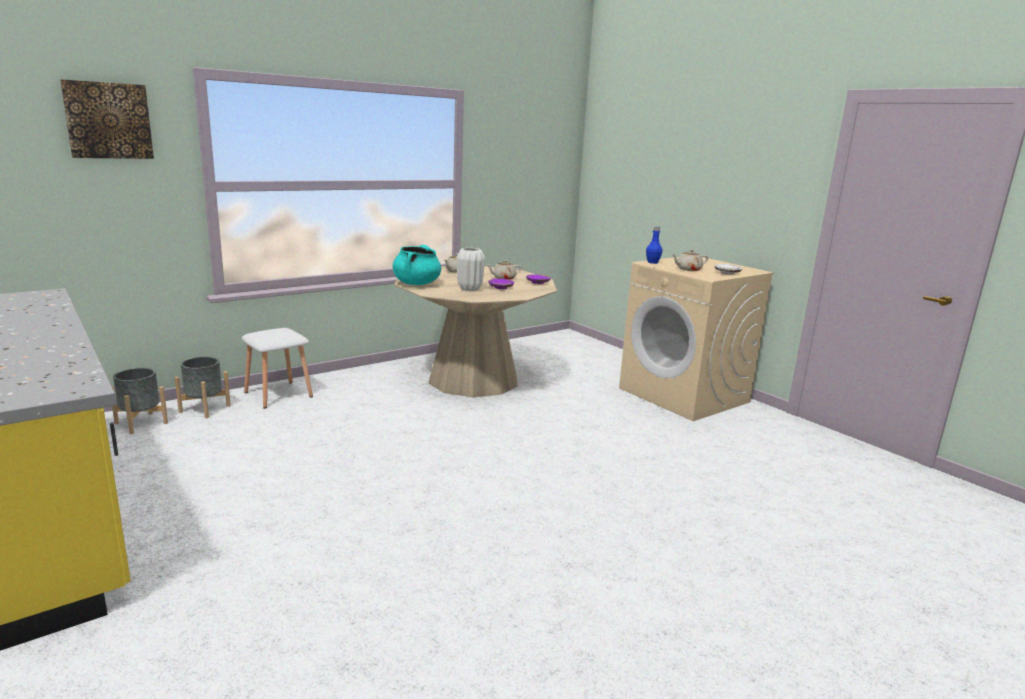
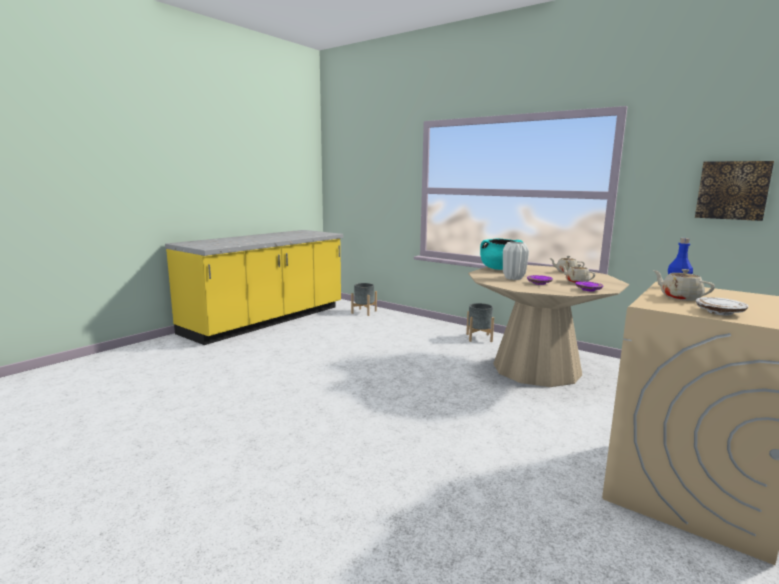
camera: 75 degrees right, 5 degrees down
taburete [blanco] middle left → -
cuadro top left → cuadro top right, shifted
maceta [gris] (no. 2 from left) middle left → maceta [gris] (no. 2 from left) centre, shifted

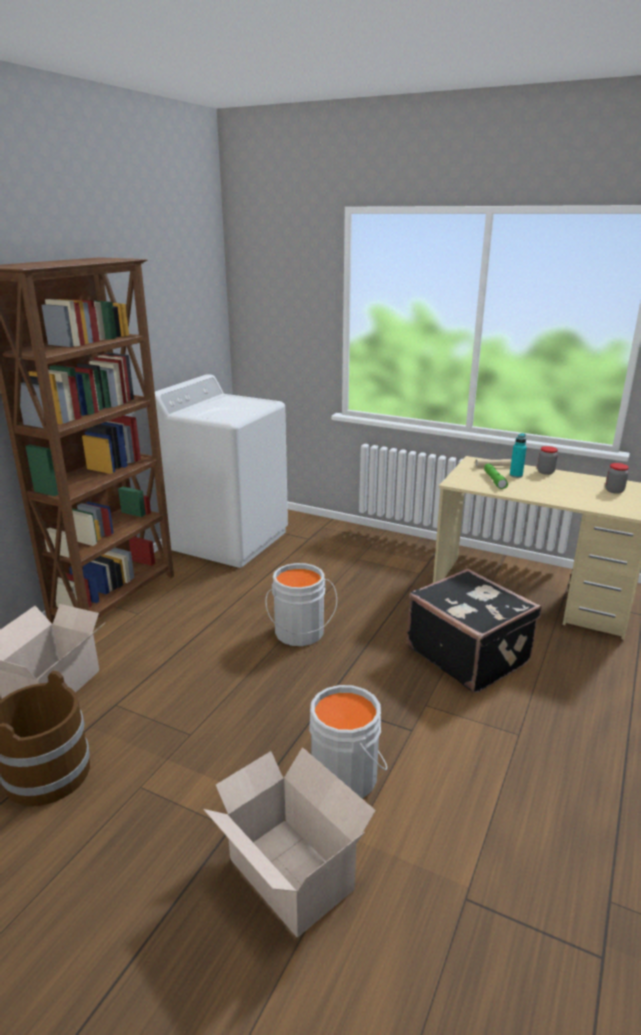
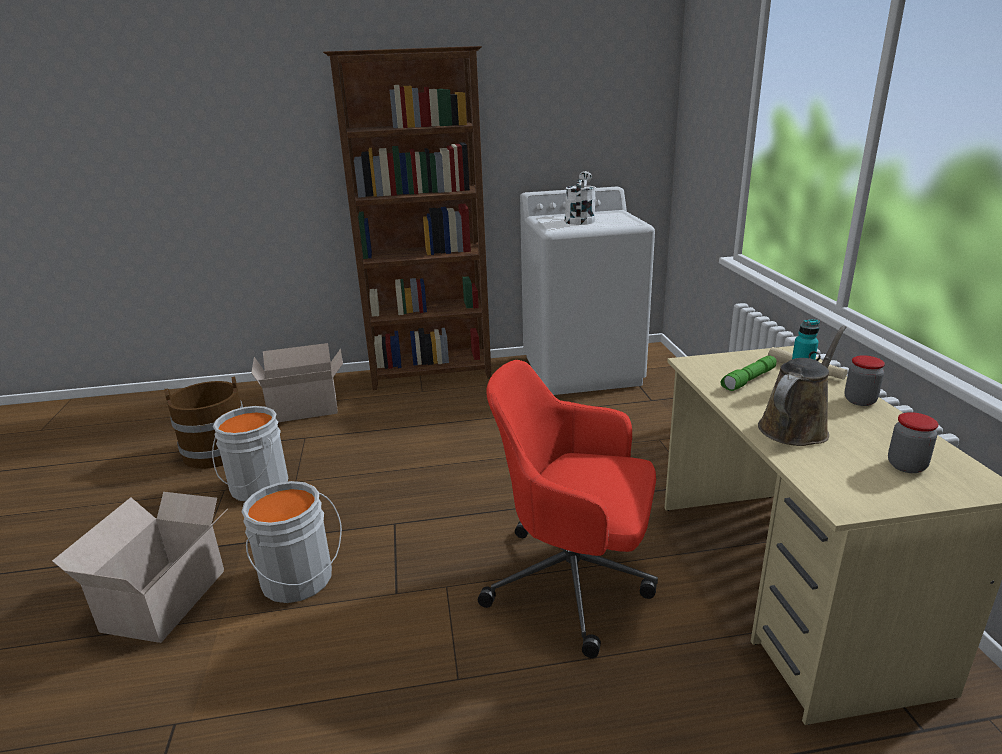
camera: 55 degrees right, 0 degrees up
- → regadera [blanco] top centre
- → regadera [marrón] middle right
cubo [gris] (no. 1 from left) centre → cubo [gris] (no. 1 from left) middle left, shifted
maleta [negro] middle right → silla de oficina [rojo] bottom centre

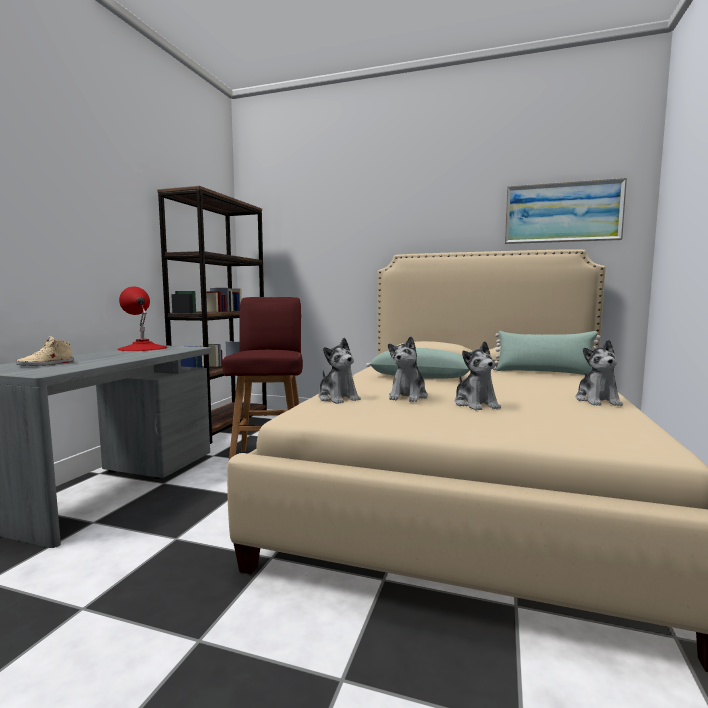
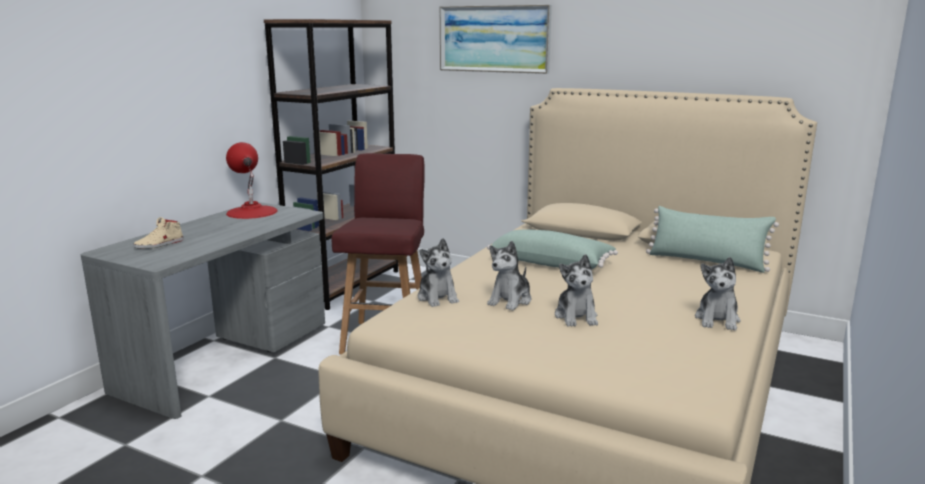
camera: 10 degrees right, 10 degrees up
cuadro top right → cuadro top centre, shifted

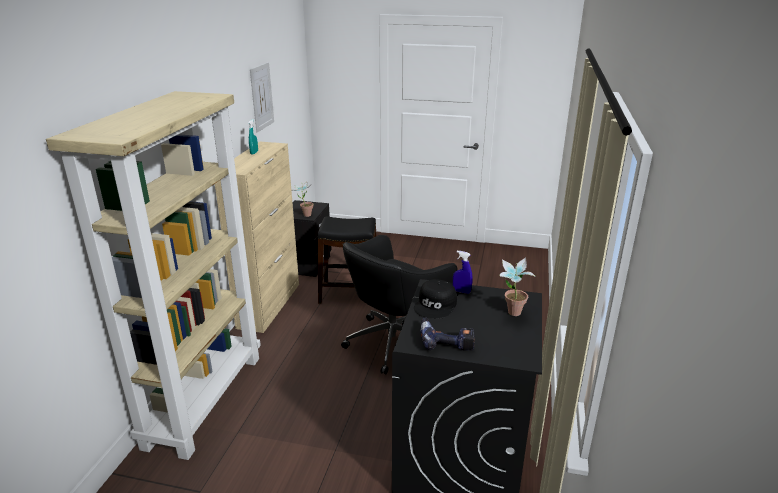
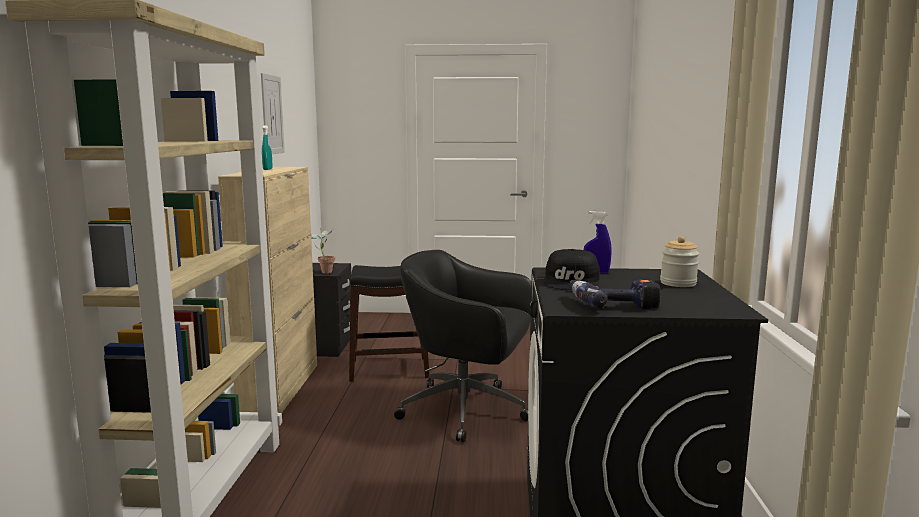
camera: 10 degrees left, 15 degrees down
planta en maceta (no. 2 from left) centre → tarro middle right
silla de oficina [negro] centre → silla de oficina [negro] bottom centre, 75 degrees clockwise

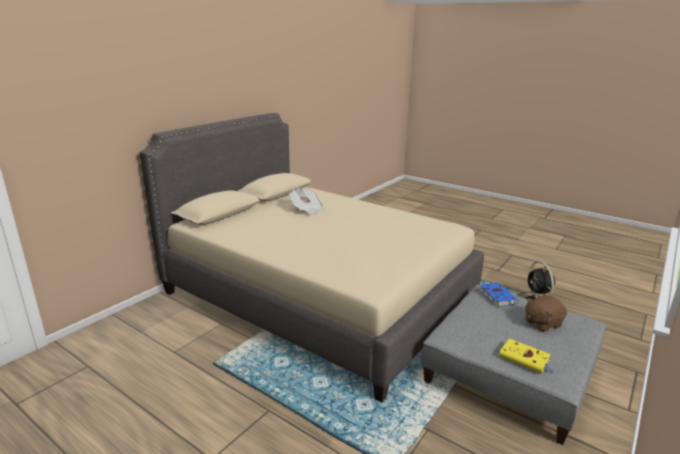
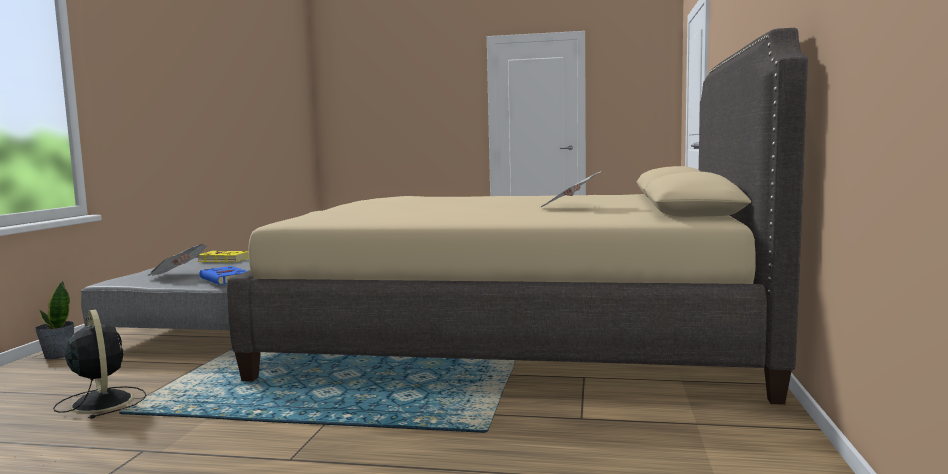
camera: 155 degrees right, 15 degrees down
- → planta en maceta bottom left
peluche [marrón] bottom right → periódico (no. 1 from left) middle left

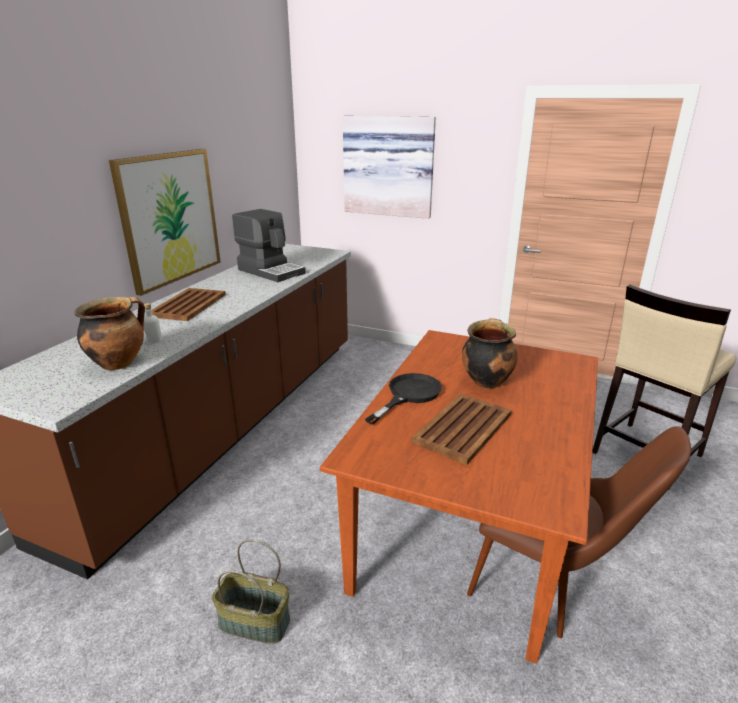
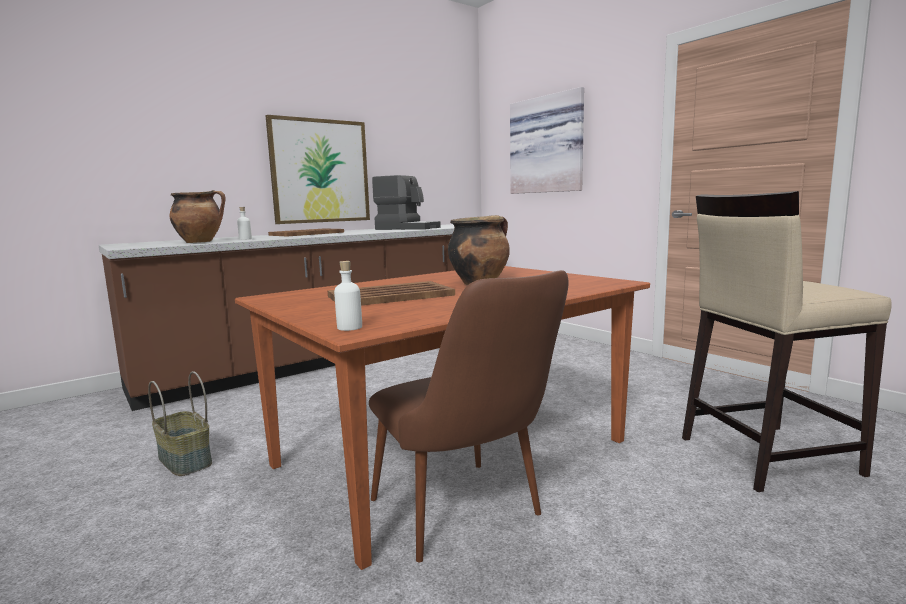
camera: 30 degrees right, 15 degrees down
sartén [negro] centre → -
- → botella [blanco] (no. 2 from left) centre
cafetera centre, 45 degrees counterclockwise

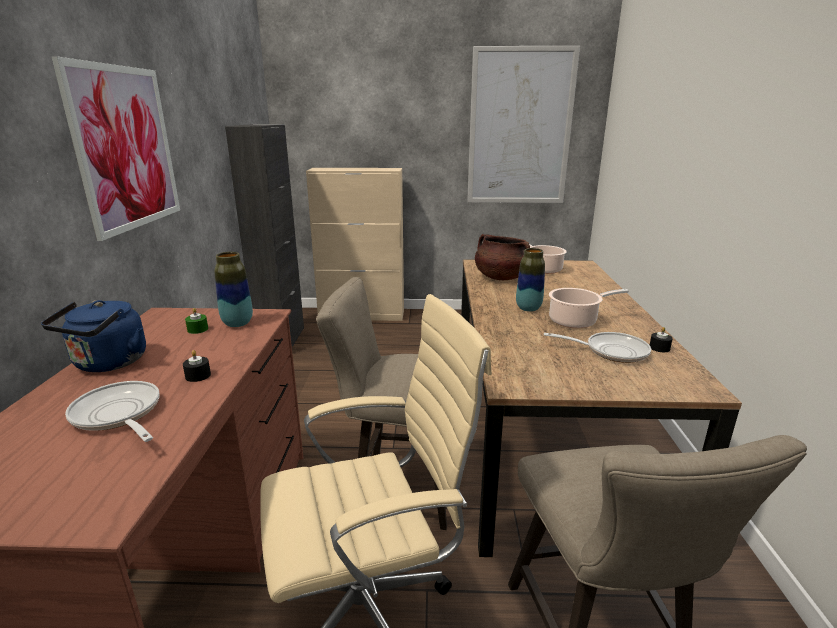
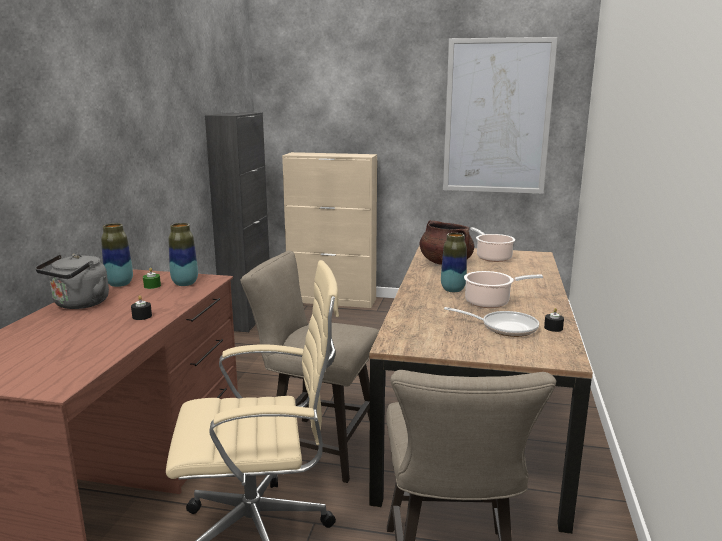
camera: 10 degrees right, 5 degrees down
cuadro (no. 1 from left) top left → -
sartén (no. 1 from left) middle left → -
- → florero (no. 1 from left) middle left
hervidor [azul] middle left → hervidor [gris] middle left

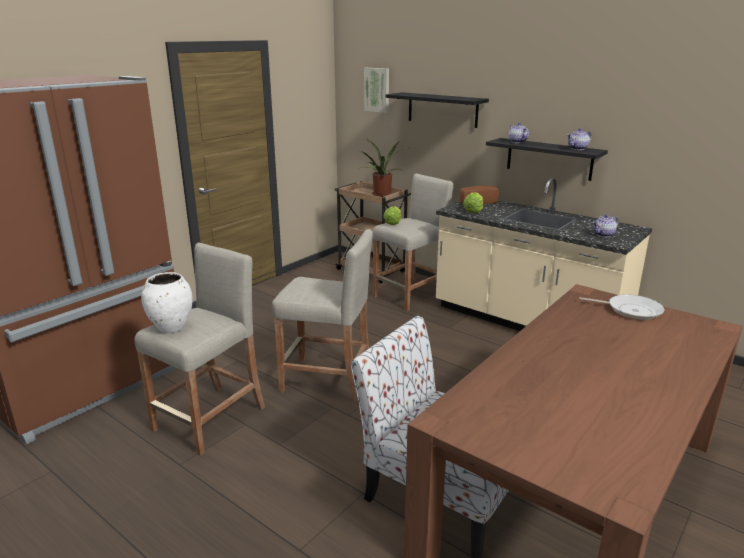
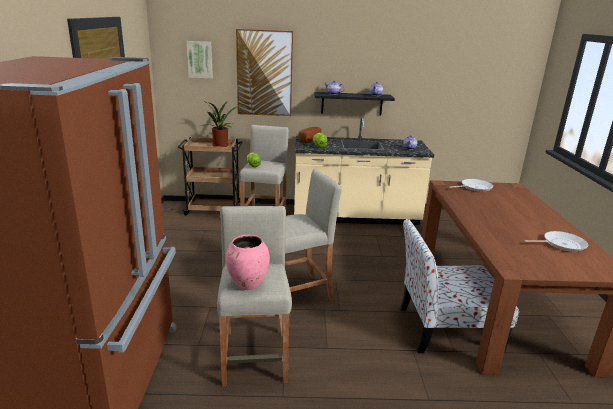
camera: 40 degrees left, 0 degrees up
- → sartén (no. 2 from left) middle right
estante [negro] (no. 1 from left) top centre → cuadro (no. 2 from left) top centre
florero [blanco] middle left → florero [rosa] centre

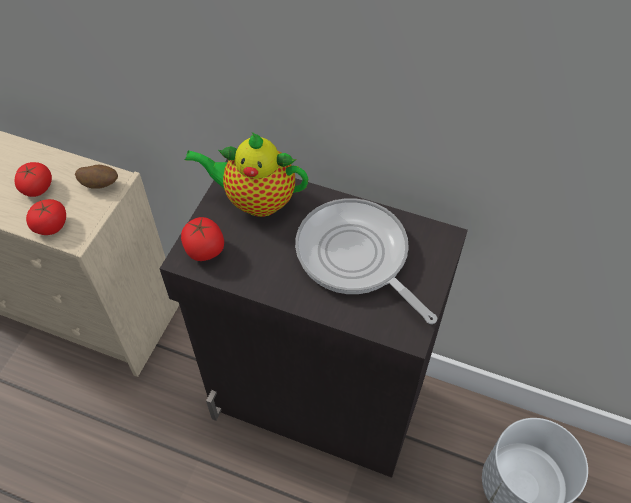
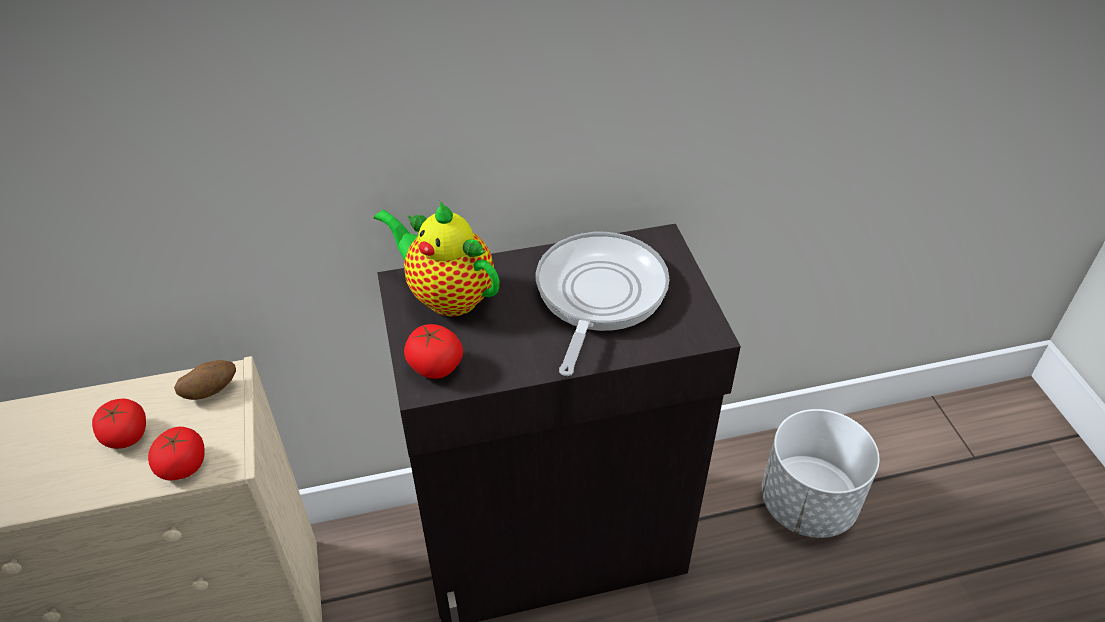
camera: 35 degrees left, 10 degrees down
tetera centre, 60 degrees clockwise
sartén centre, 90 degrees clockwise

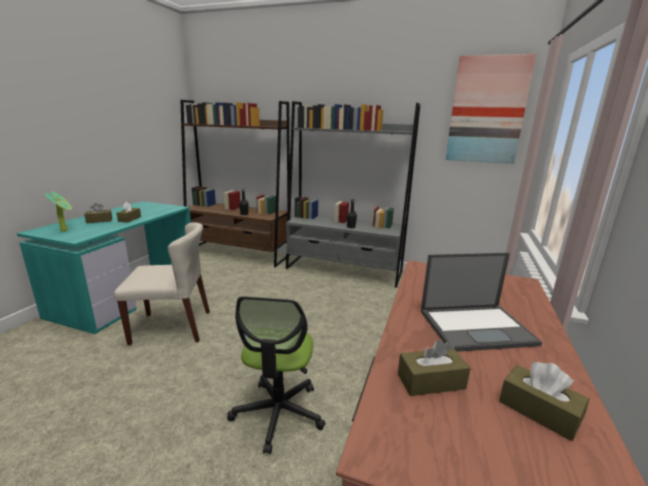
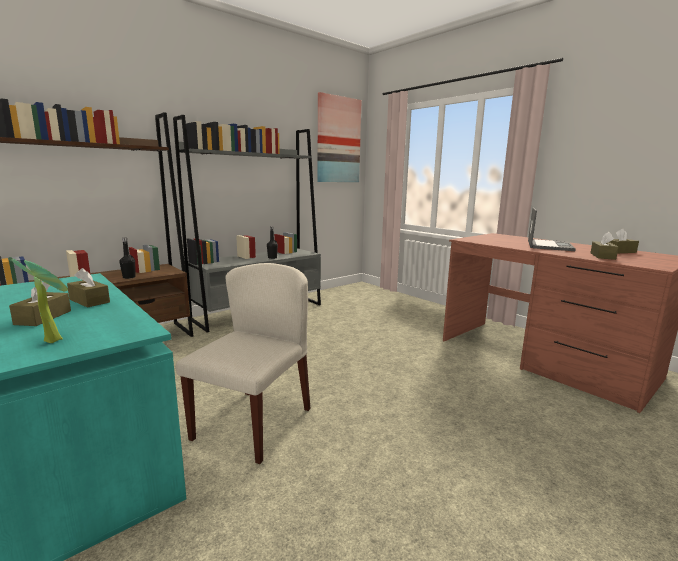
camera: 60 degrees left, 5 degrees down
silla de oficina bottom centre → -

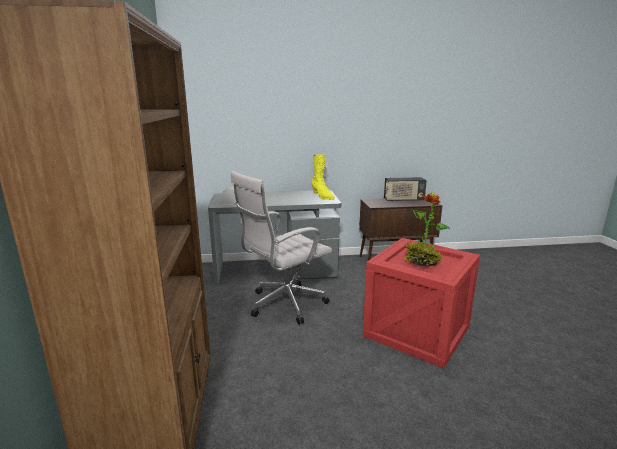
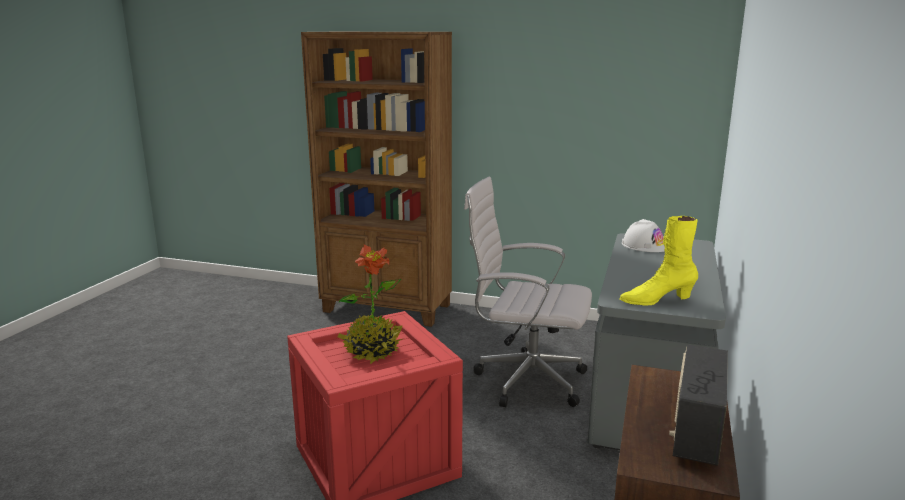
camera: 115 degrees right, 0 degrees up
silla de oficina [blanco] centre, 60 degrees counterclockwise

